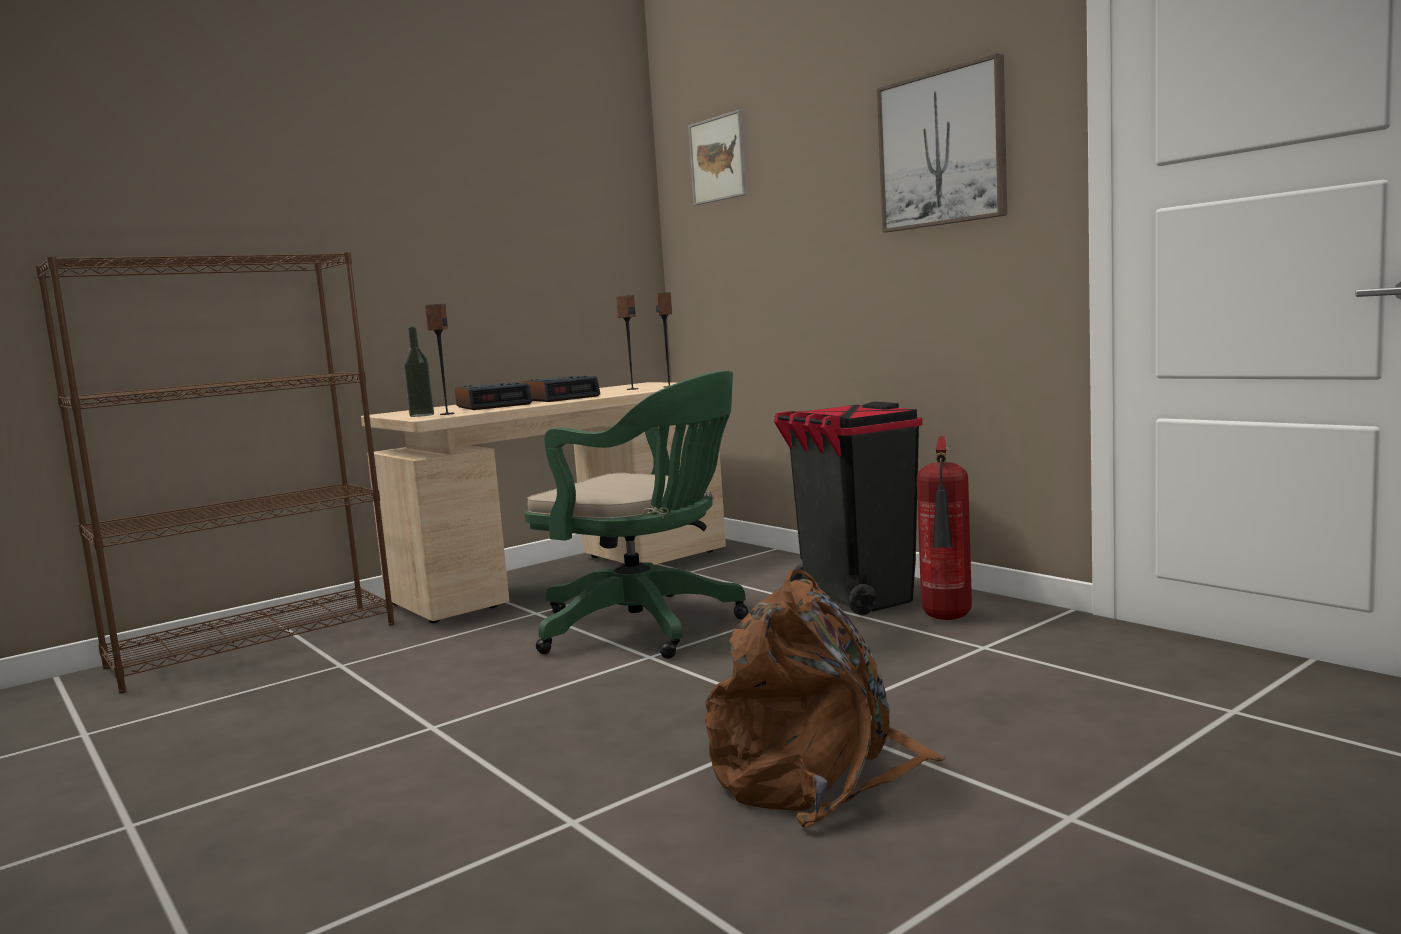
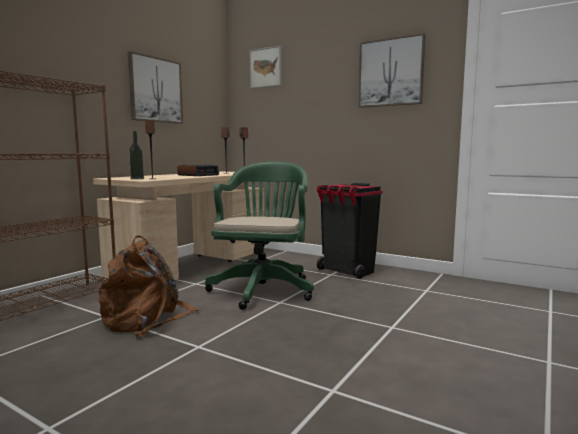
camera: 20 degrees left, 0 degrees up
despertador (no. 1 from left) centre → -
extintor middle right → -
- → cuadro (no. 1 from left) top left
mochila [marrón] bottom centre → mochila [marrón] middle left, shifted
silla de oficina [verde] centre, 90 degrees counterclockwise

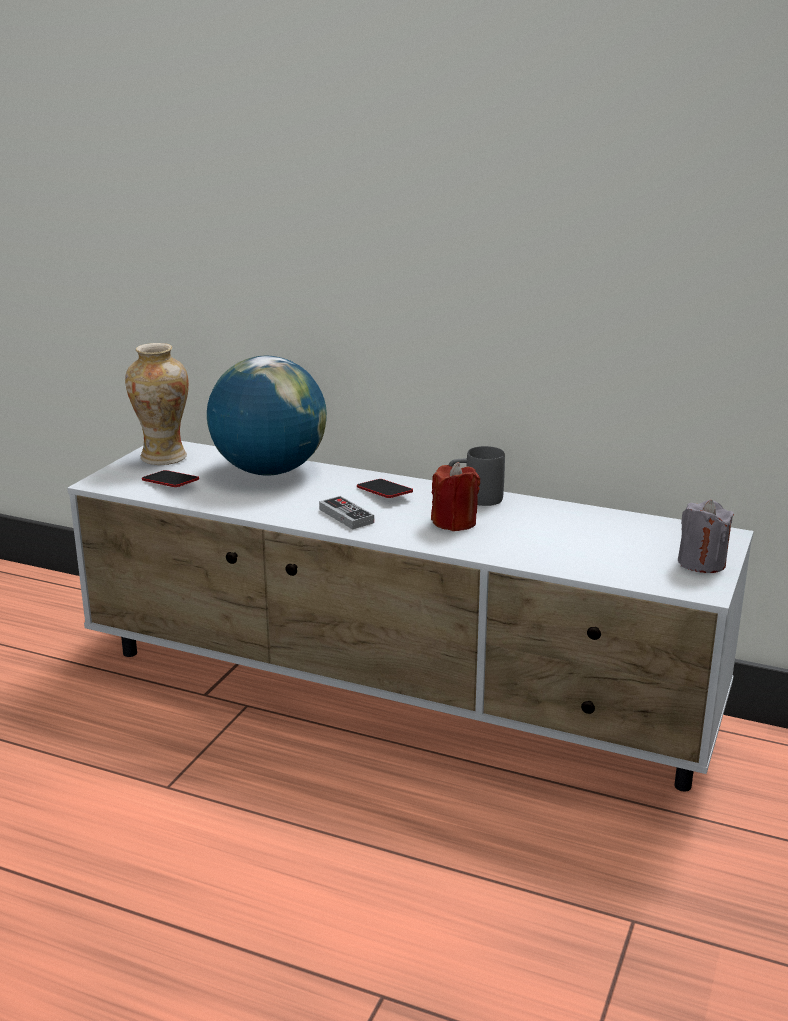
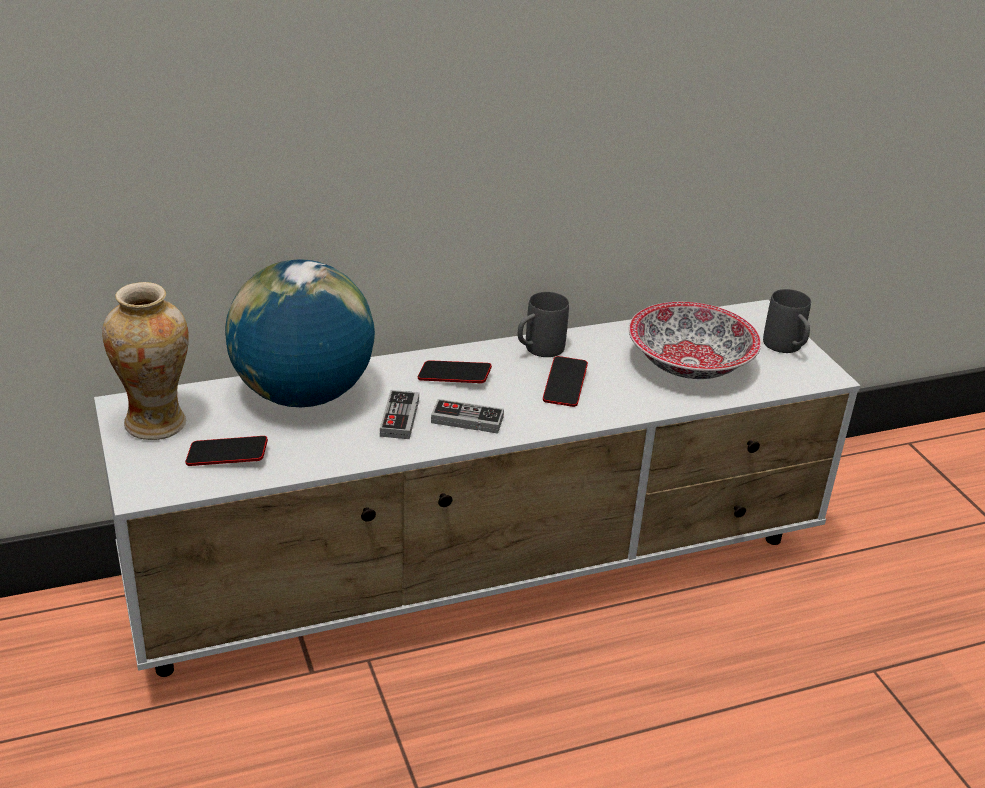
camera: 45 degrees left, 10 degrees up
- → mando de consola (no. 1 from left) centre
- → cuenco middle right
vela [rojo] centre → móvil (no. 3 from left) centre
vela [gris] middle right → taza grande [gris] (no. 2 from left) middle right

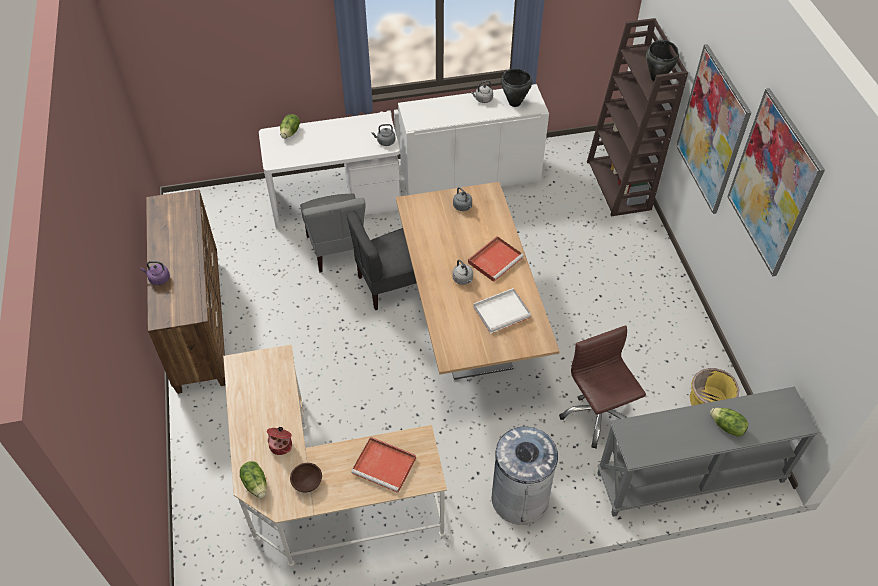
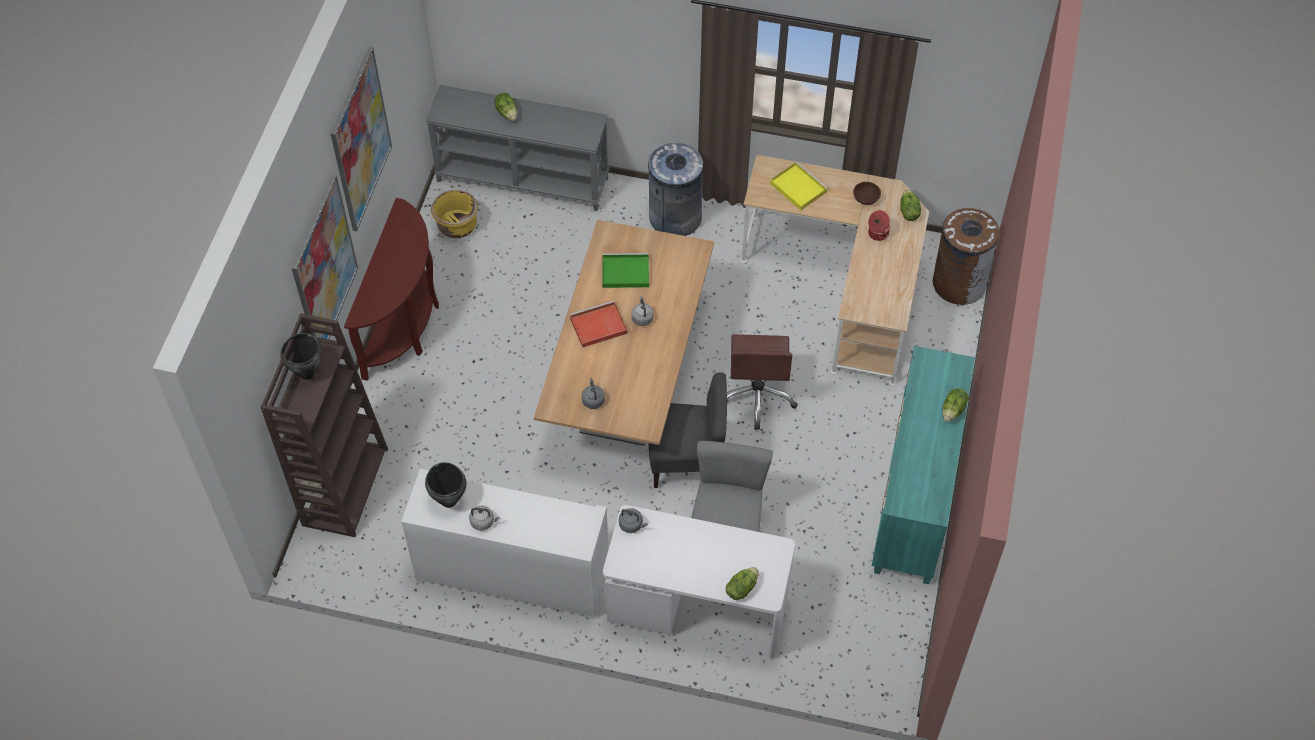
camera: 155 degrees left, 5 degrees up
- → mesa consola [marrón] middle left
- → papelera [marrón] middle right
silla de oficina [marrón] middle right → silla de oficina [marrón] centre, shifted
hervidor [morado] middle left → lechuga (no. 4 from left) middle right
cómoda [marrón] middle left → cómoda [turquesa] middle right
bandeja [rojo] (no. 1 from left) bottom centre → bandeja [amarillo] top centre
bandeja [blanco] centre → bandeja [verde] centre

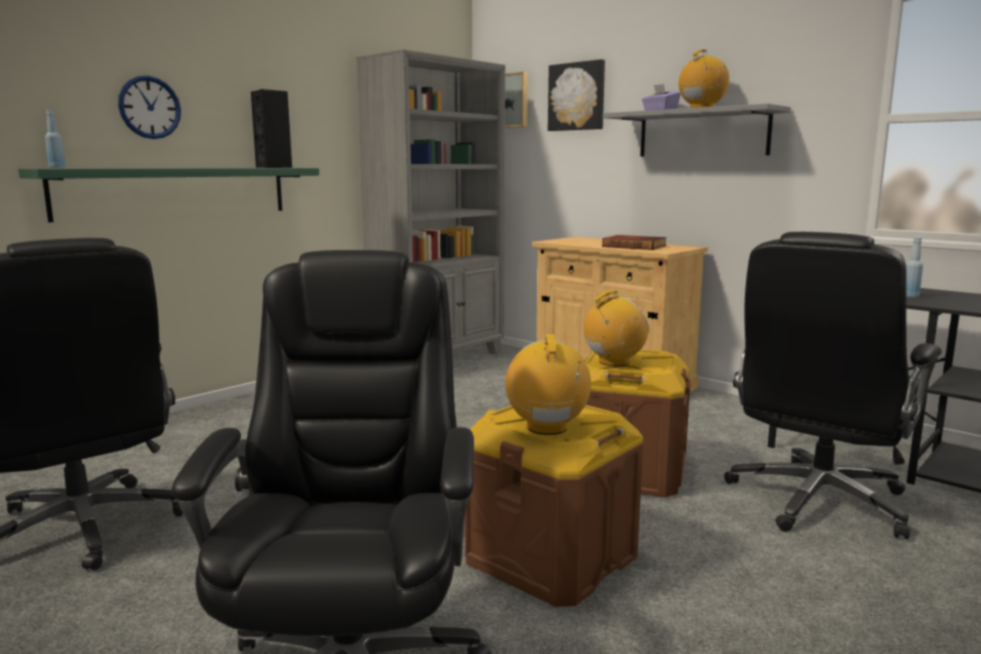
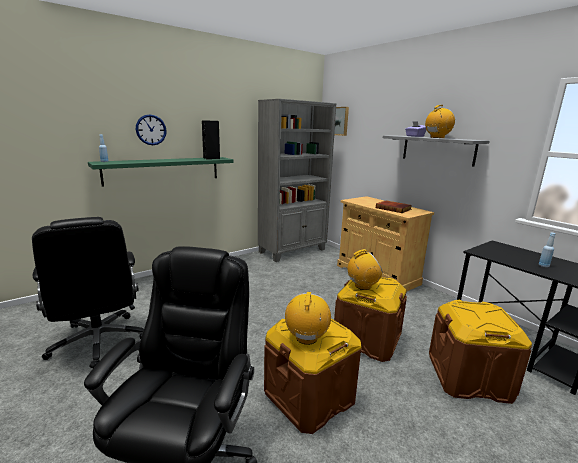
camera: 10 degrees right, 5 degrees up
cuadro (no. 2 from left) top centre → -
silla de oficina [negro] (no. 3 from left) middle right → caja de almacenaje [marrón] (no. 3 from left) bottom right

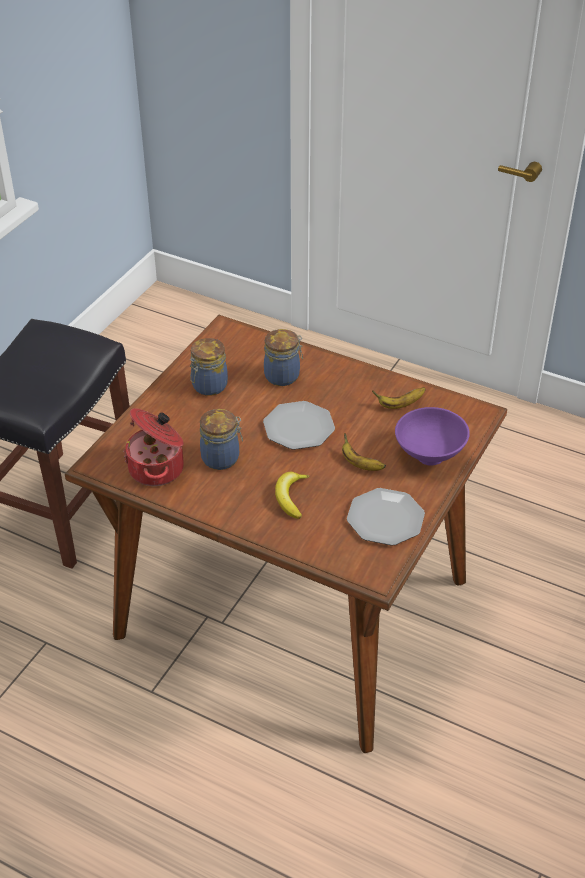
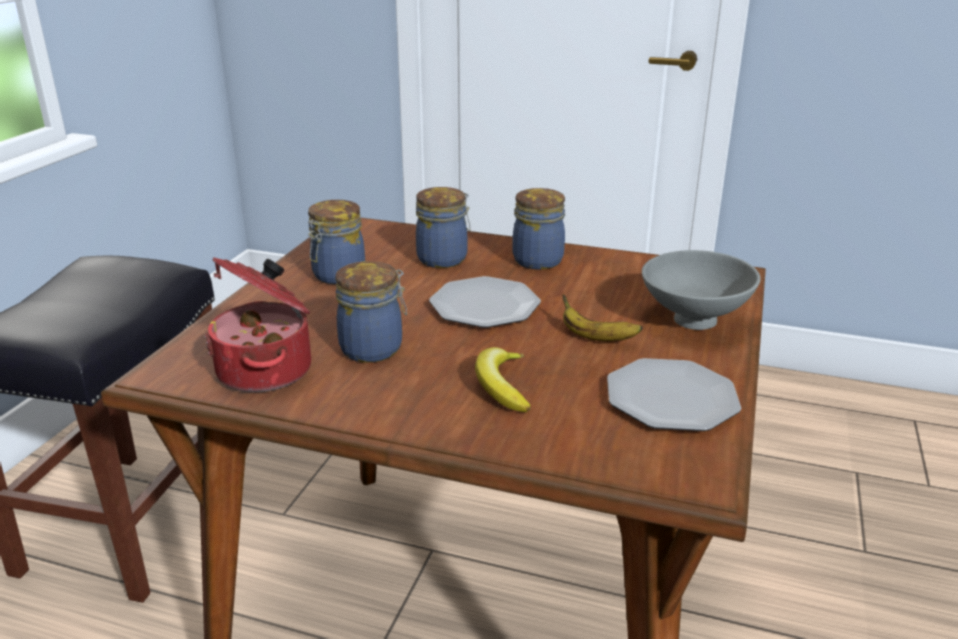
camera: 10 degrees left, 15 degrees down
plátano (no. 3 from left) middle right → -
- → tarro (no. 4 from left) centre
cuenco [morado] middle right → cuenco [gris] middle right

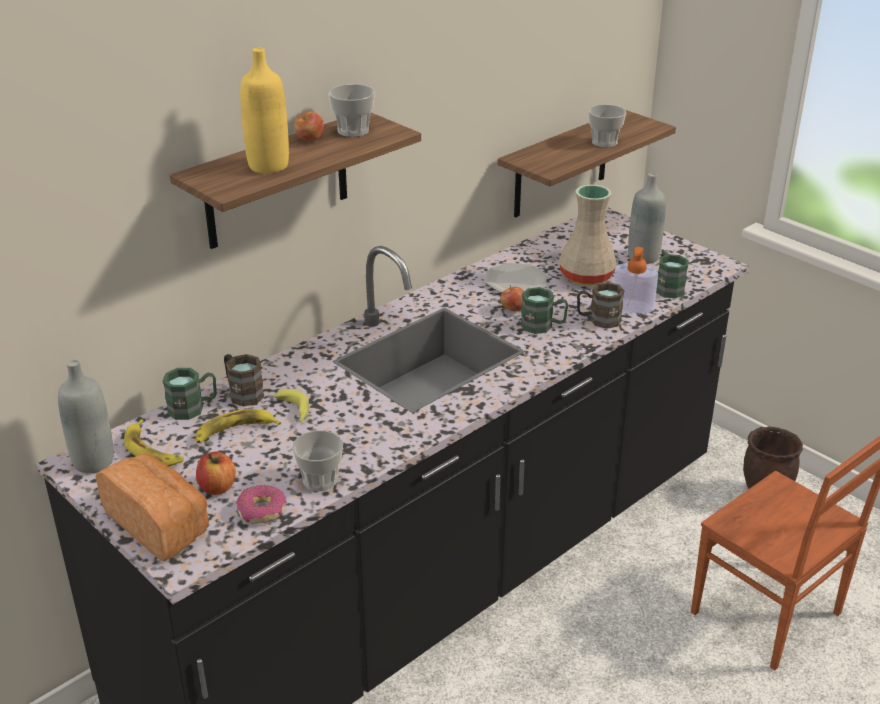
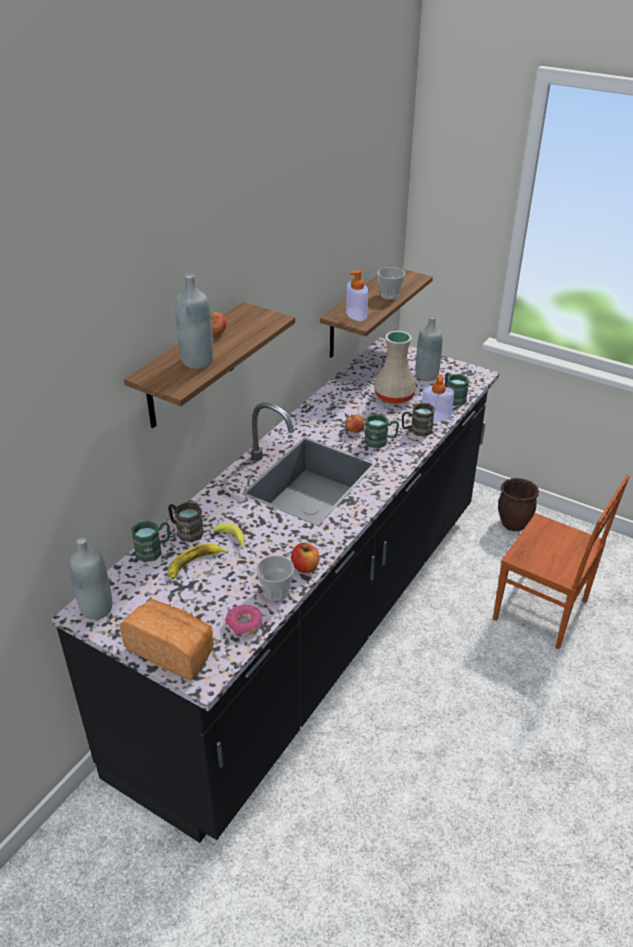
camera: 15 degrees left, 5 degrees up
plátano (no. 1 from left) middle left → -
taza (no. 2 from left) top centre → -
plato centre → -
- → dispensador de jabón (no. 1 from left) top centre
manzana (no. 1 from left in the first image) bottom left → manzana (no. 2 from left) centre, shifted
botella [amarillo] top left → botella [gris] (no. 2 from left) middle left

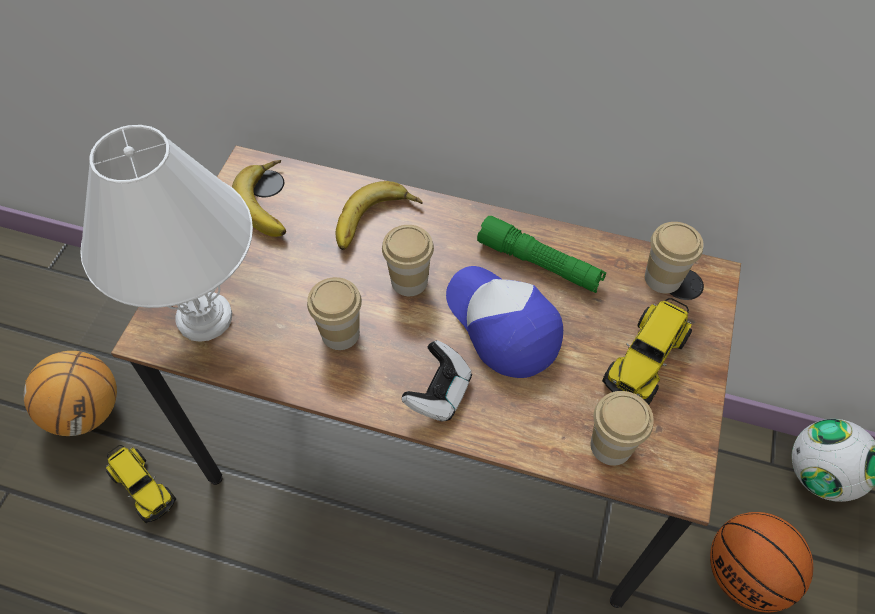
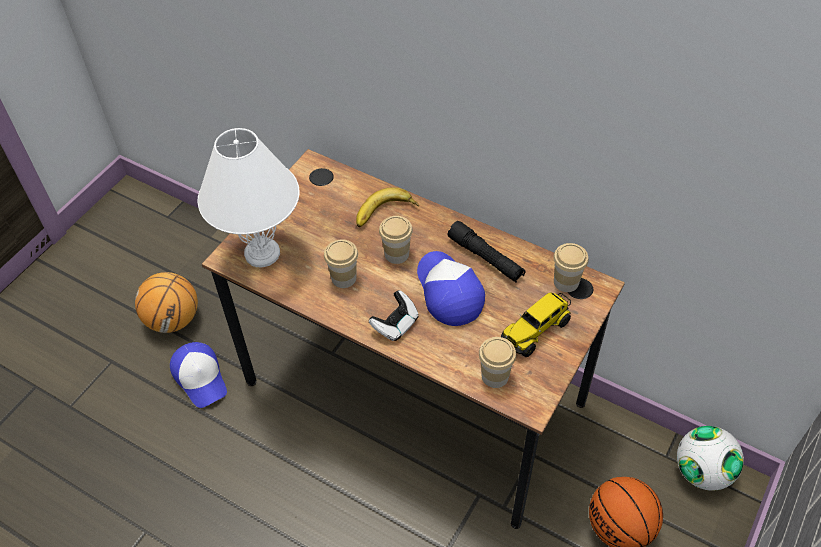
camera: 15 degrees right, 5 degrees down
plátano (no. 1 from left) top left → -
camión de juguete (no. 1 from left) bottom left → gorra (no. 1 from left) bottom left
linterna [verde] centre → linterna [negro] centre

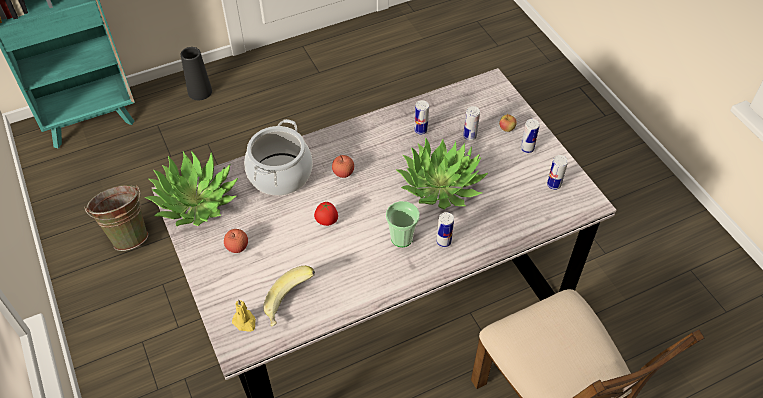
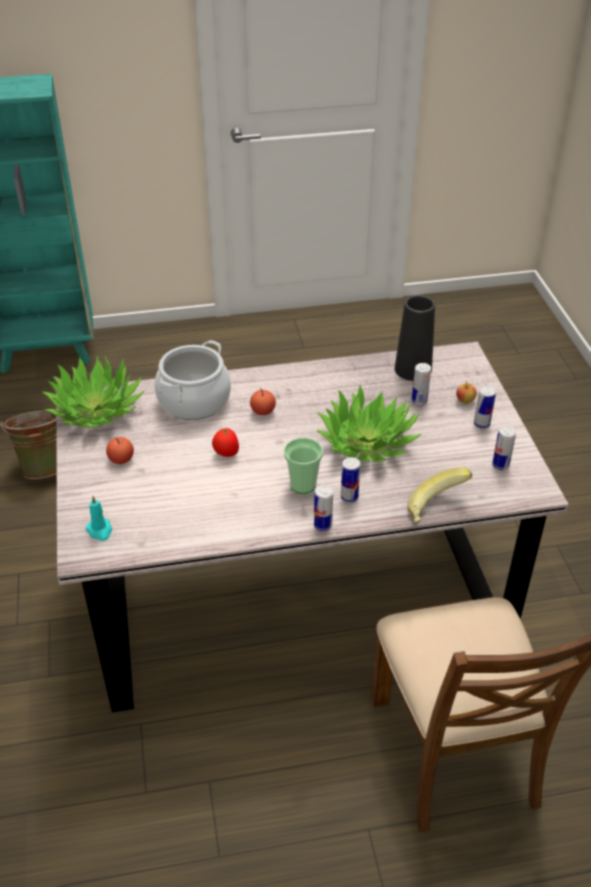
camera: 15 degrees right, 10 degrees down
florero [negro] top left → florero [negro] middle right, shifted
plátano bottom centre → plátano middle right, shifted
lata (no. 1 from left) top centre → lata (no. 1 from left) centre, shifted
vela [amarillo] bottom left → vela [turquesa] middle left

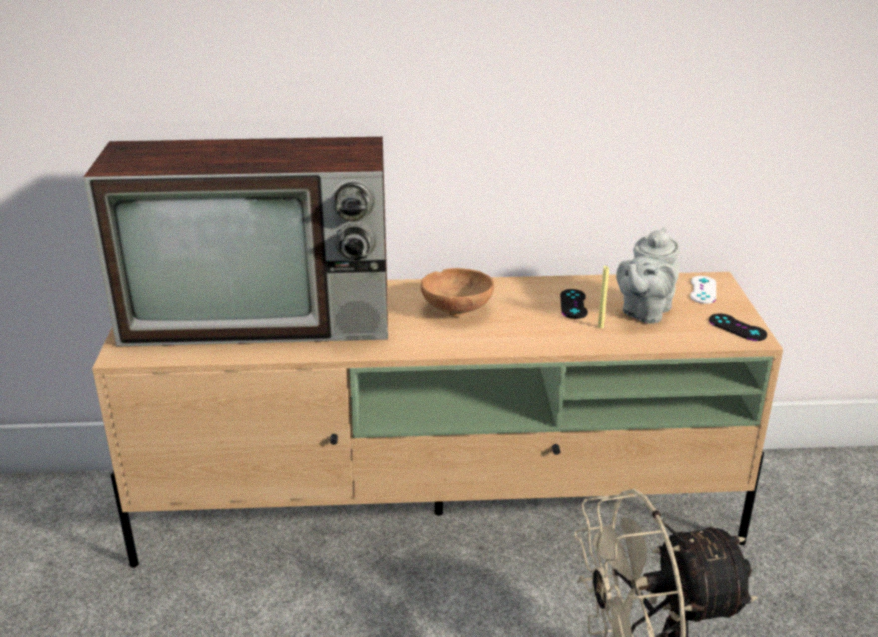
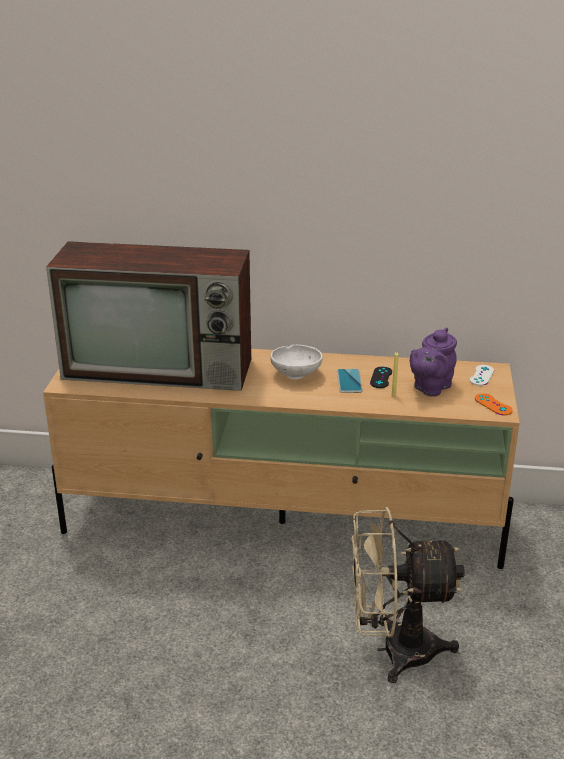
camera: 10 degrees right, 0 degrees up
- → móvil centre
cuenco [marrón] centre → cuenco [blanco] centre
tetera [gris] middle right → tetera [morado] middle right
mando de consola [negro] (no. 2 from left) middle right → mando de consola [naranja] middle right

